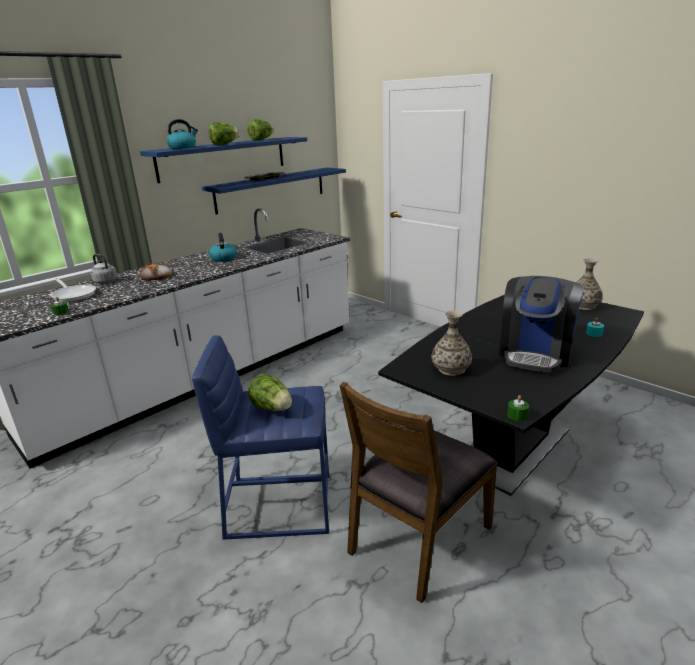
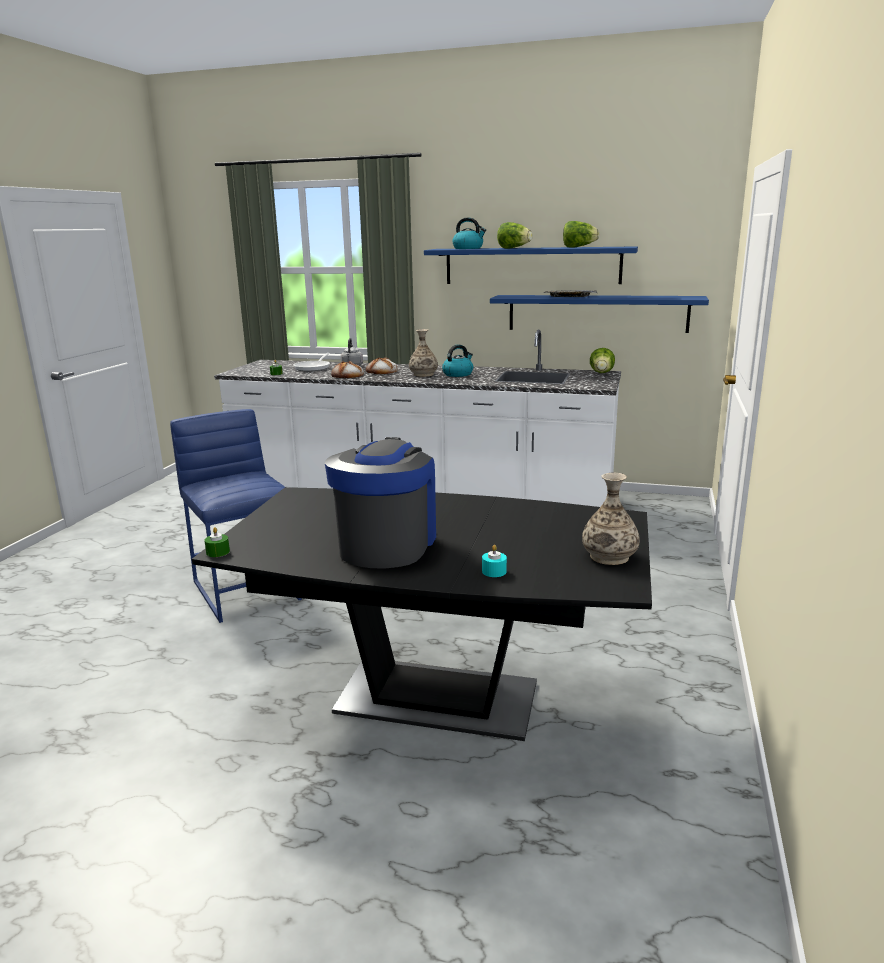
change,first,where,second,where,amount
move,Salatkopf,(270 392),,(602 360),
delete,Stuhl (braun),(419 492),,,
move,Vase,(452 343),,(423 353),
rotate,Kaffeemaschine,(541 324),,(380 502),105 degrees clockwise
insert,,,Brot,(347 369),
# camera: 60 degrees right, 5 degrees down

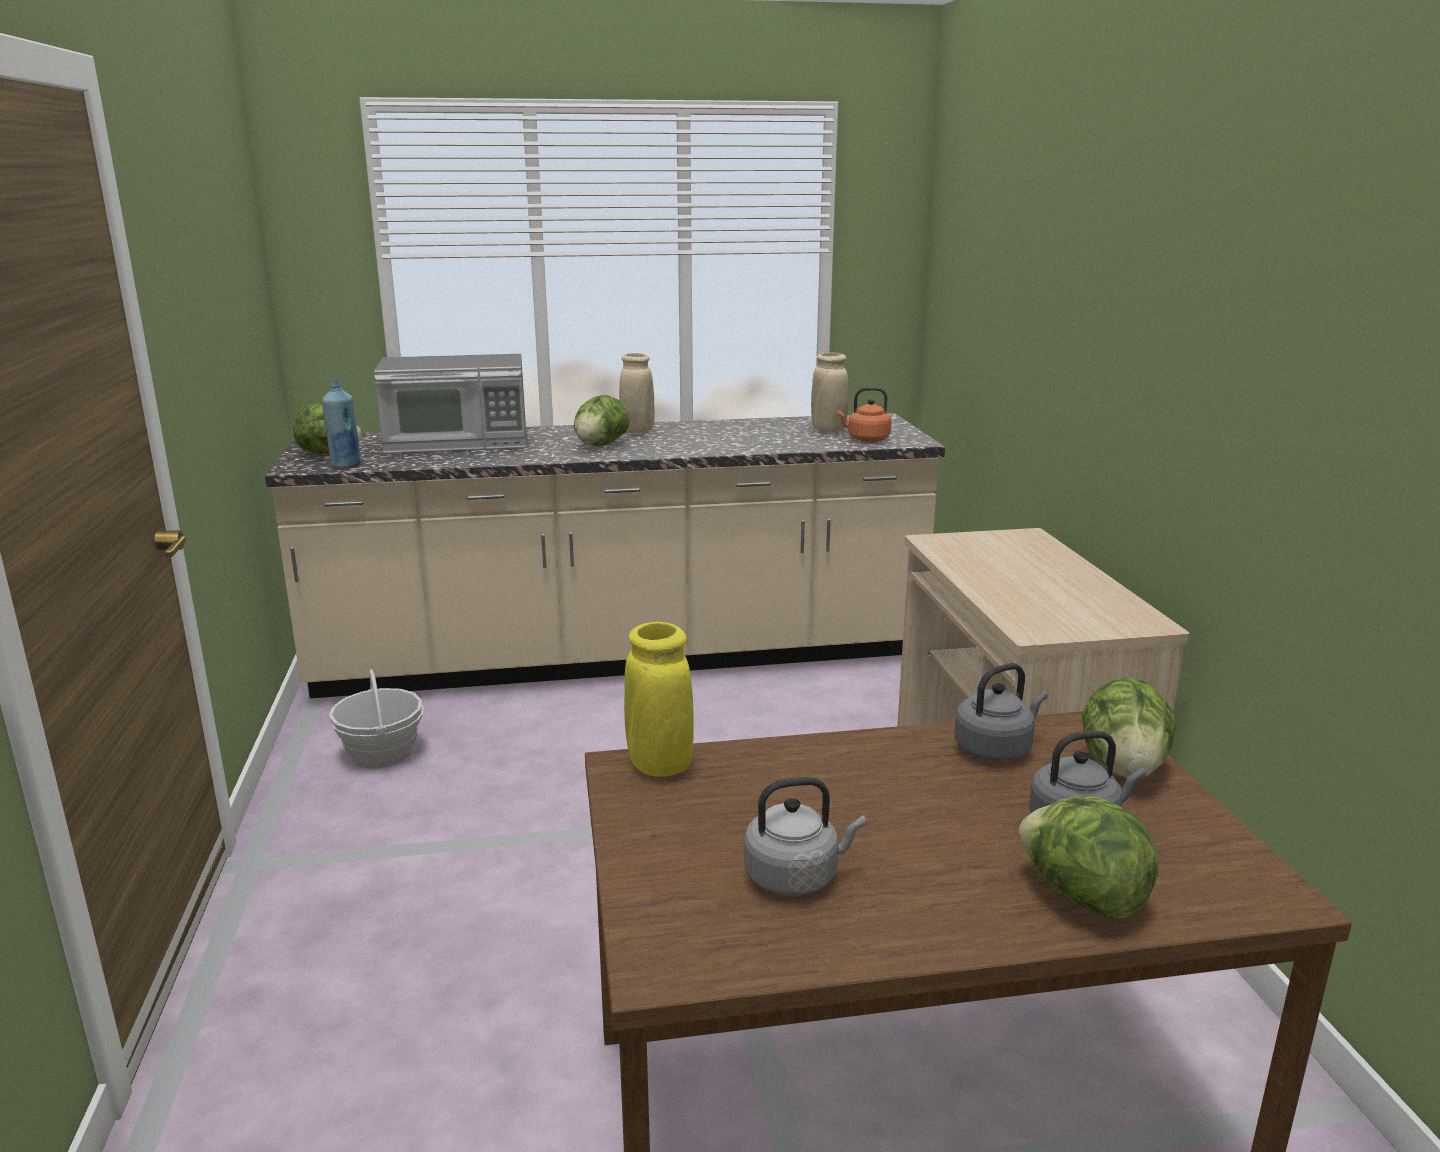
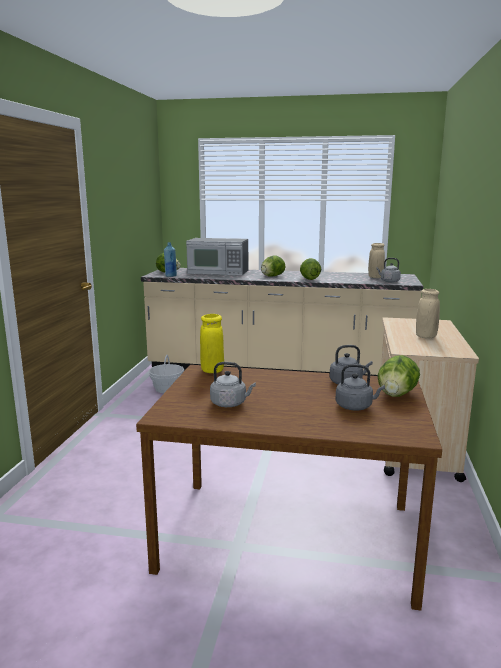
change,first,where,second,where,amount
move,Vase (beige),(637 393),,(428 313),
recolor,Wasserkessel (orange),(864 414),Wasserkessel (grau),(388 270),
move,Salatkopf,(1089 858),,(310 269),
# camera: 20 degrees right, 5 degrees down

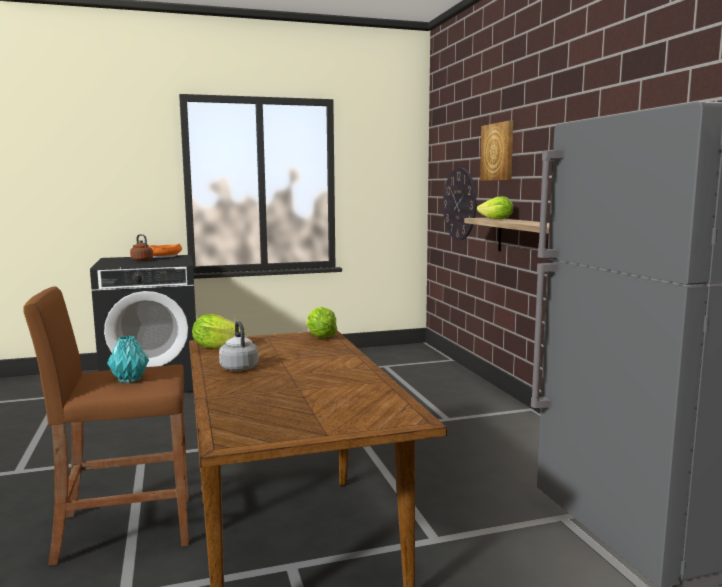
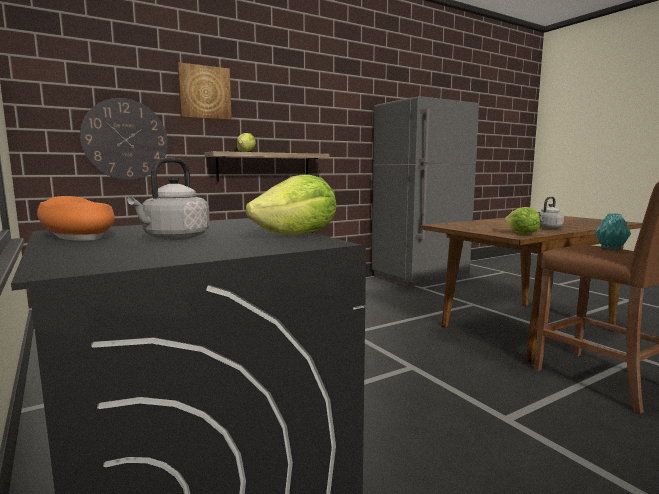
change,first,where,second,where,amount
recolor,Wasserkessel (braun),(141 247),Wasserkessel (grau),(168 199),
move,Salatkopf,(322 322),,(291 204),
# camera: 105 degrees left, 0 degrees up

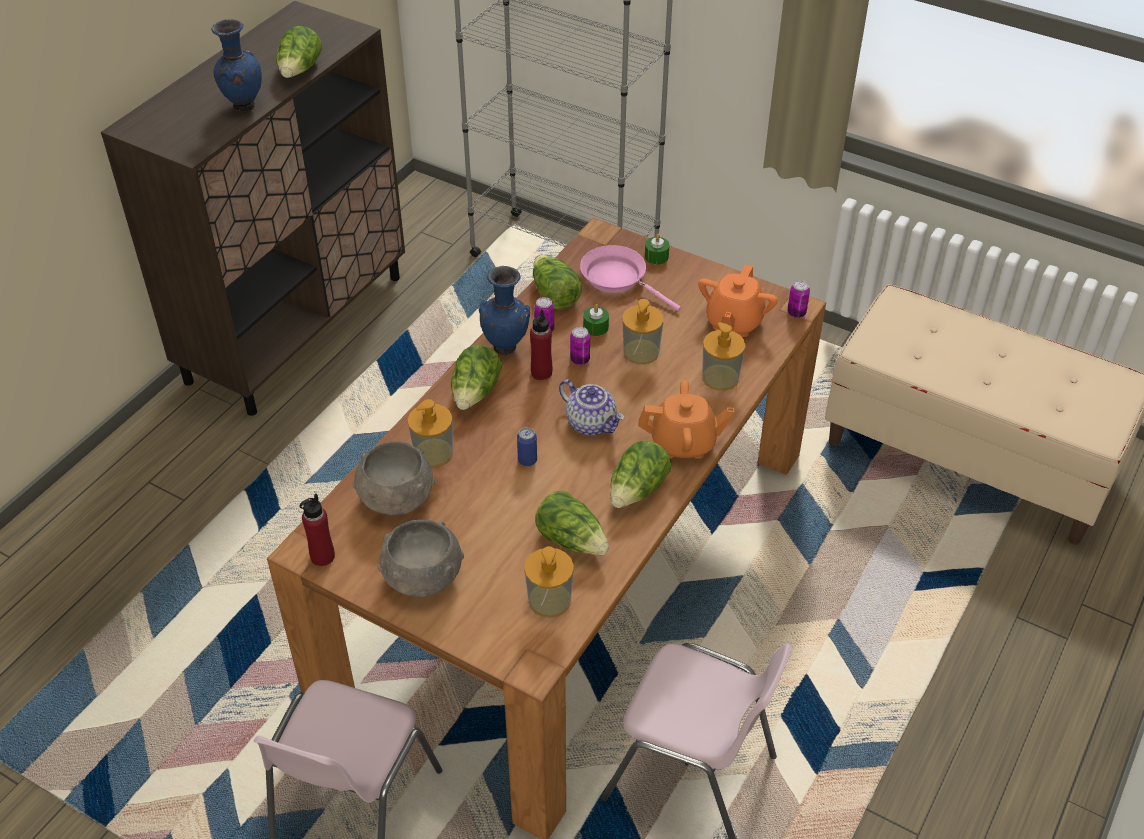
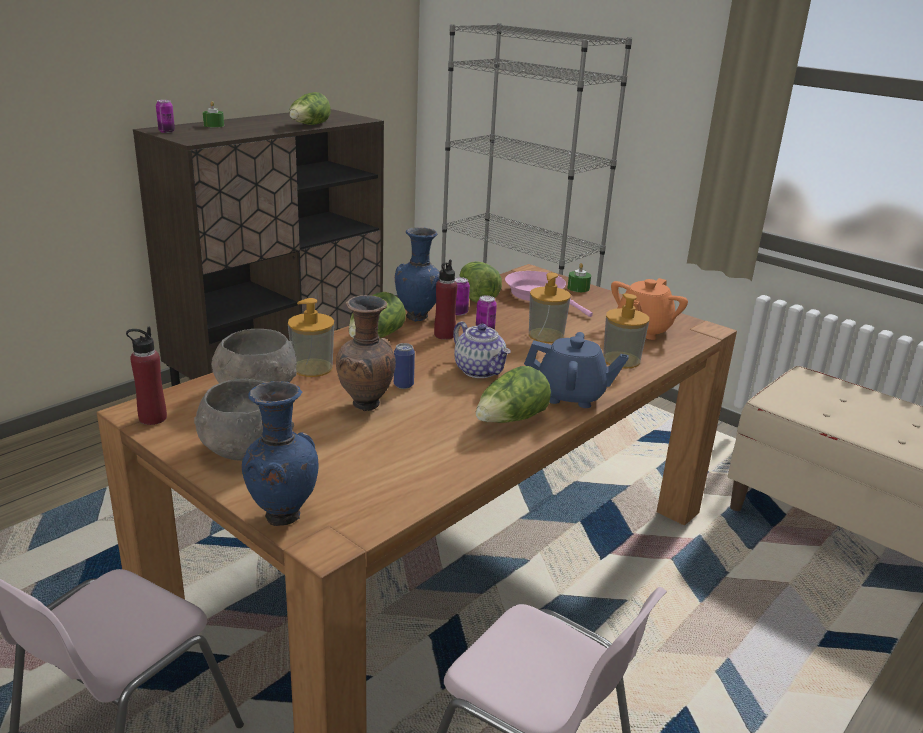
change,first,where,second,where,amount
move,Vase (blau),(236 65),,(280 453),
delete,Seifenspender,(549 582),,,
delete,Salatkopf,(572 523),,,
move,Kerze (grün),(596 320),,(213 114),
recolor,Teekanne (orange),(686 419),Teekanne (blau),(576 370),
move,Dose,(798 299),,(165 116),
insert,,,Vase (braun),(366 353),
# camera: 10 degrees right, 20 degrees down

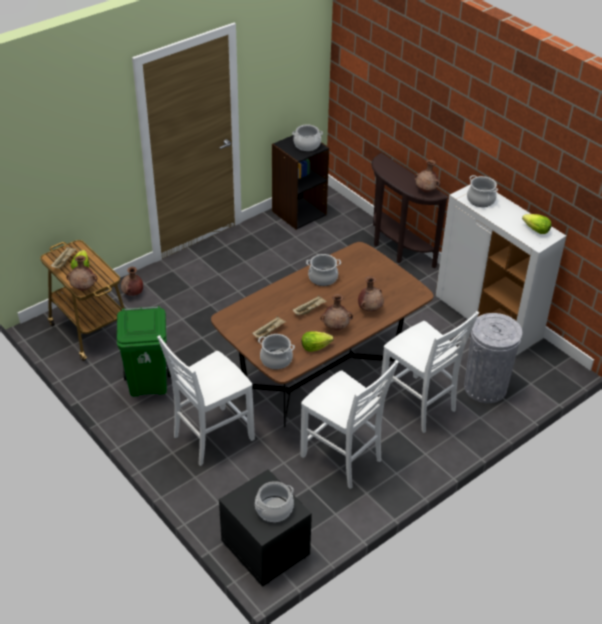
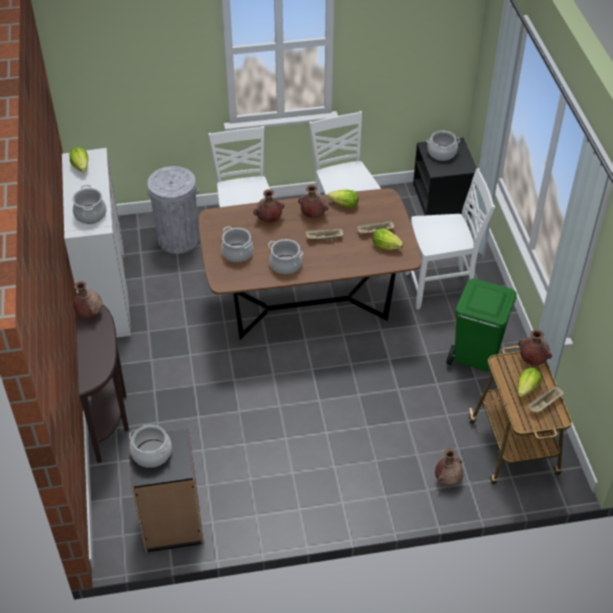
change,first,where,second,where,amount
move,Kochtopf,(276 352),,(237 244),
insert,,,Salatkopf,(388 239),
# camera: 150 degrees left, 5 degrees up

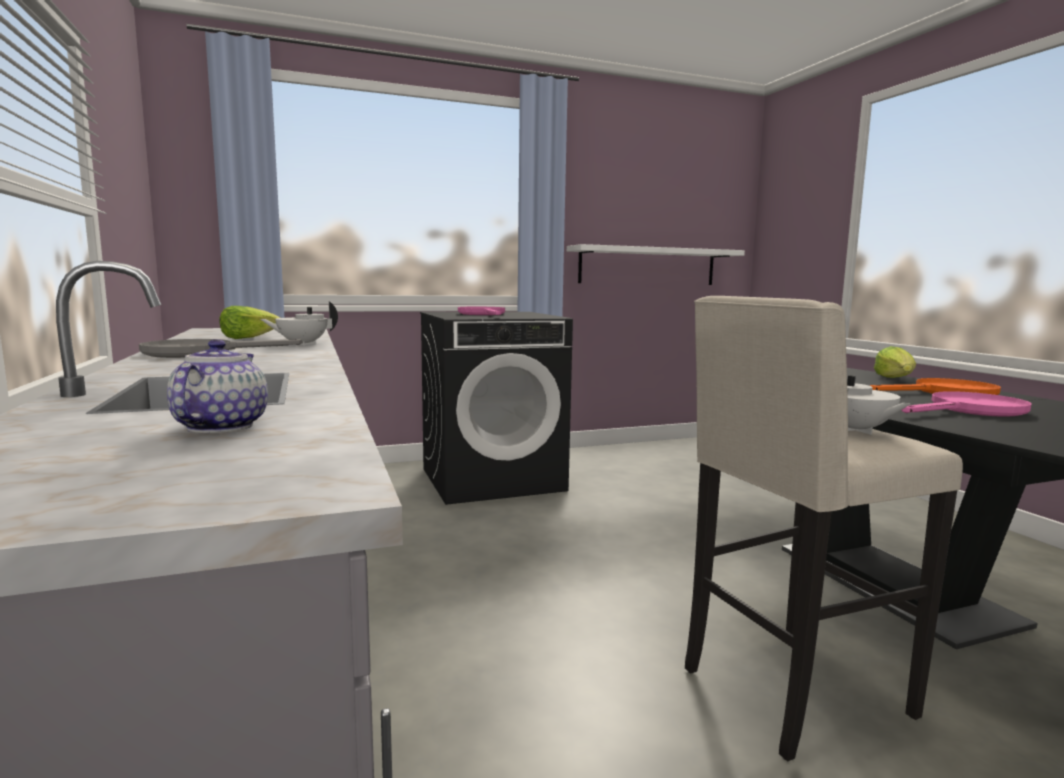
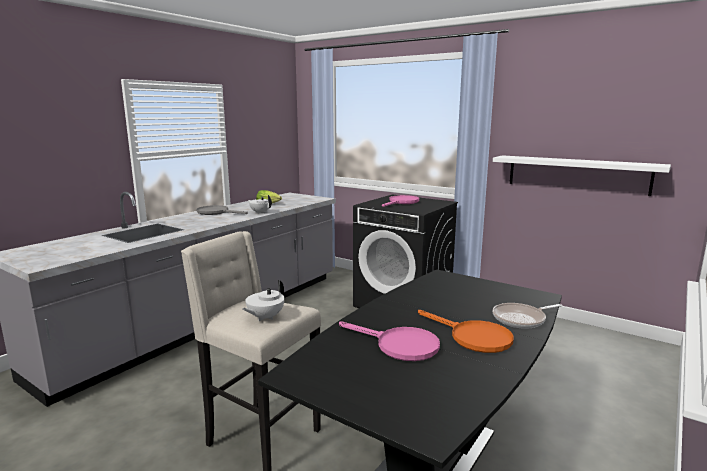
change,first,where,second,where,amount
delete,Teekanne,(217 386),,,
replace,Salatkopf,(895 362),Pfanne,(527 316),
# camera: 55 degrees right, 5 degrees up

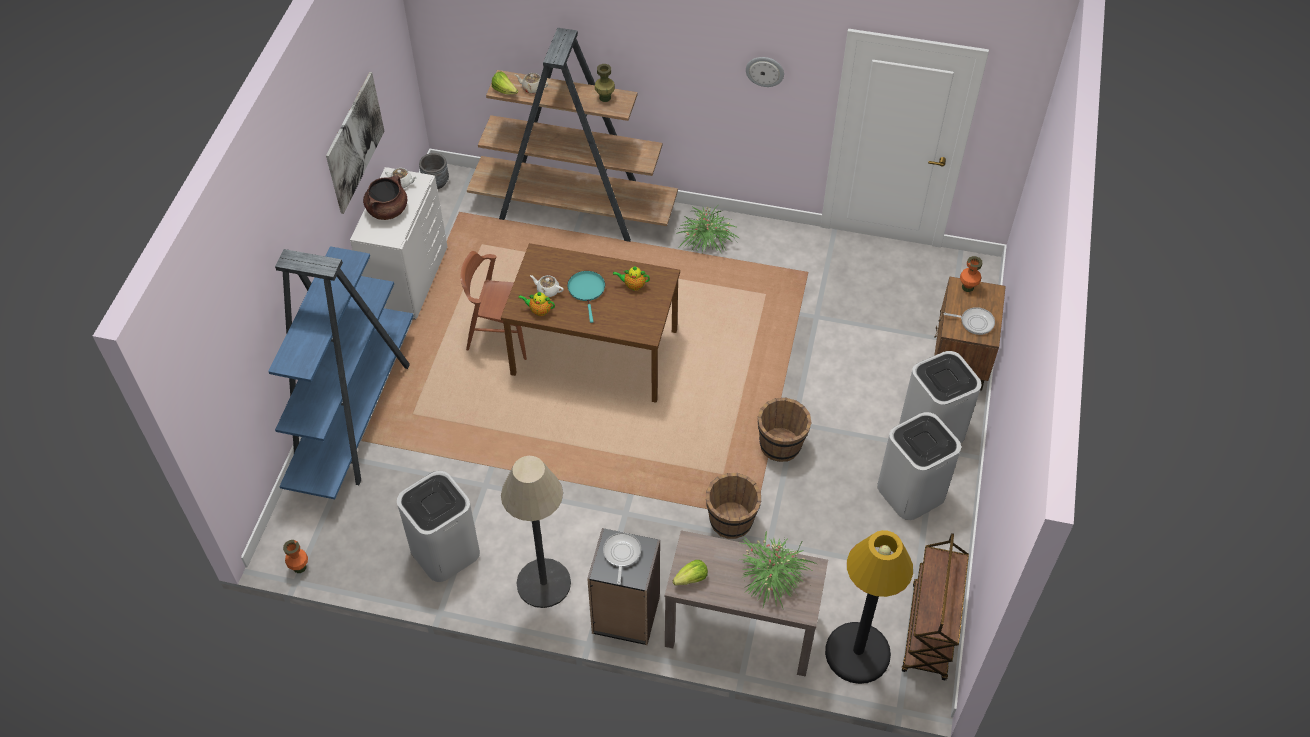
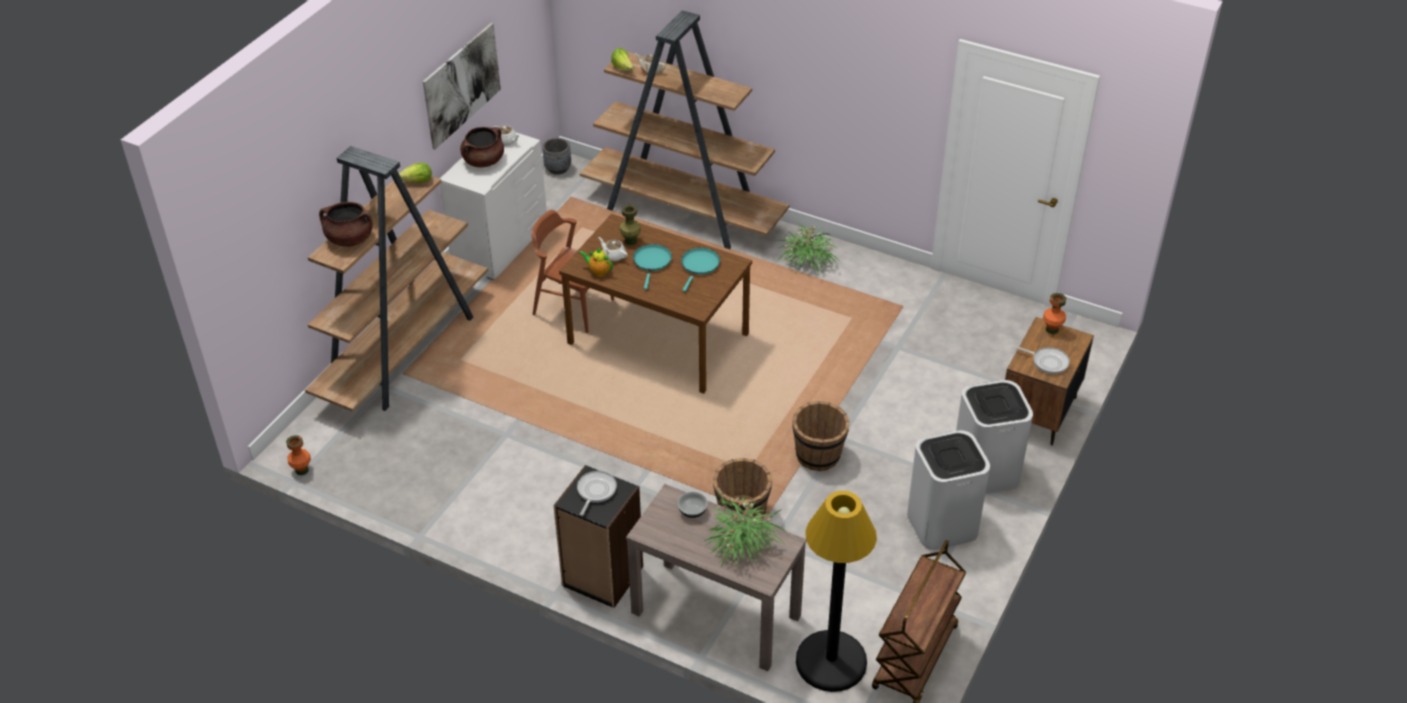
change,first,where,second,where,amount
recolor,Bücherregal (blau),(341 372),Bücherregal (braun),(396 279),
delete,Mülleimer (weiß),(438 526),,,
delete,Stehlampe,(536 532),,,
move,Vase (grün),(605 83),,(630 225),
replace,Teekanne,(631 278),Pfanne (türkis),(700 270),
move,Salatkopf,(690 573),,(415 173),
delete,Wanduhr,(765 72),,,
insert,,,Kochtopf (braun),(346 224),
insert,,,Schüssel,(693 505),
# camera: 15 degrees right, 10 degrees down

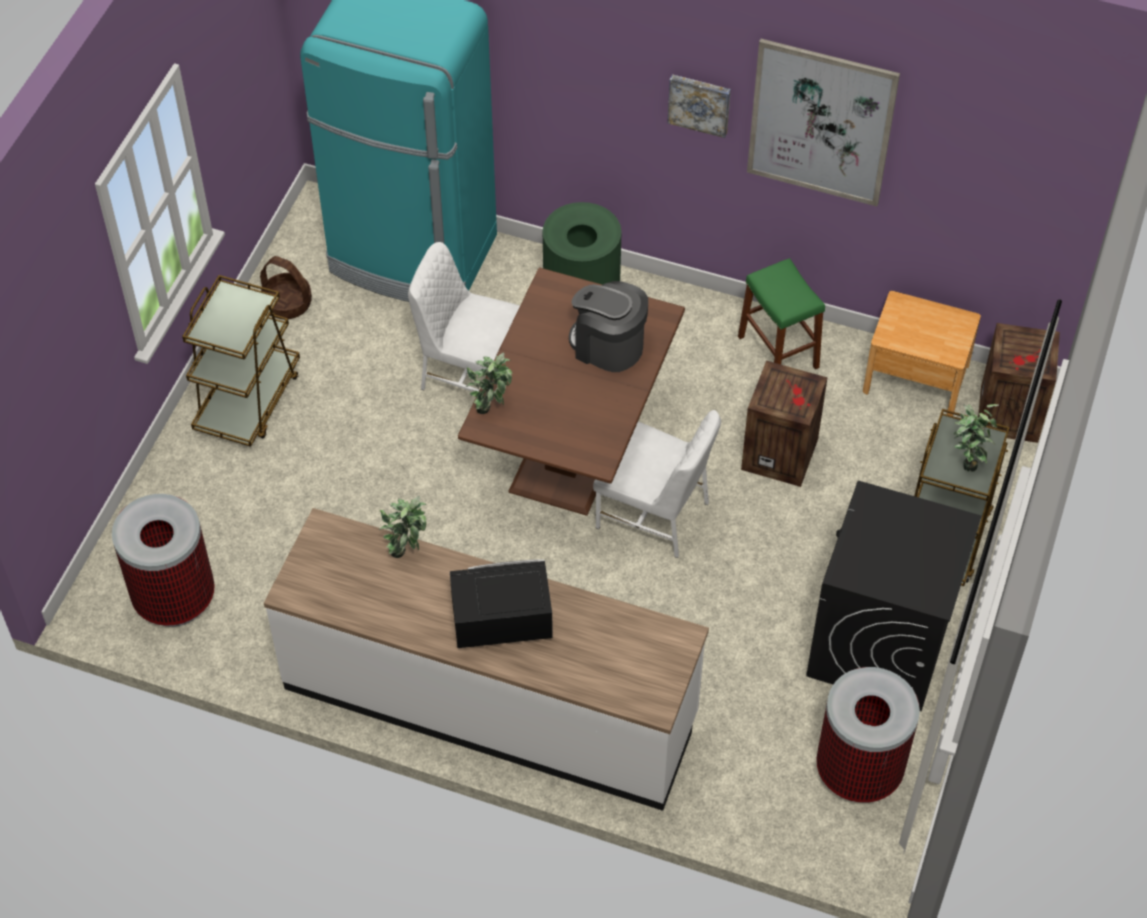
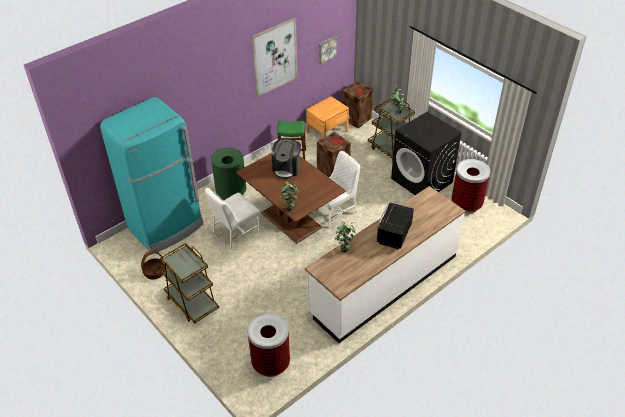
change,first,where,second,where,amount
rotate,Kaffeemaschine,(608 326),,(286 159),45 degrees counterclockwise
move,Bild,(699 106),,(328 50),
# camera: 60 degrees left, 10 degrees down

